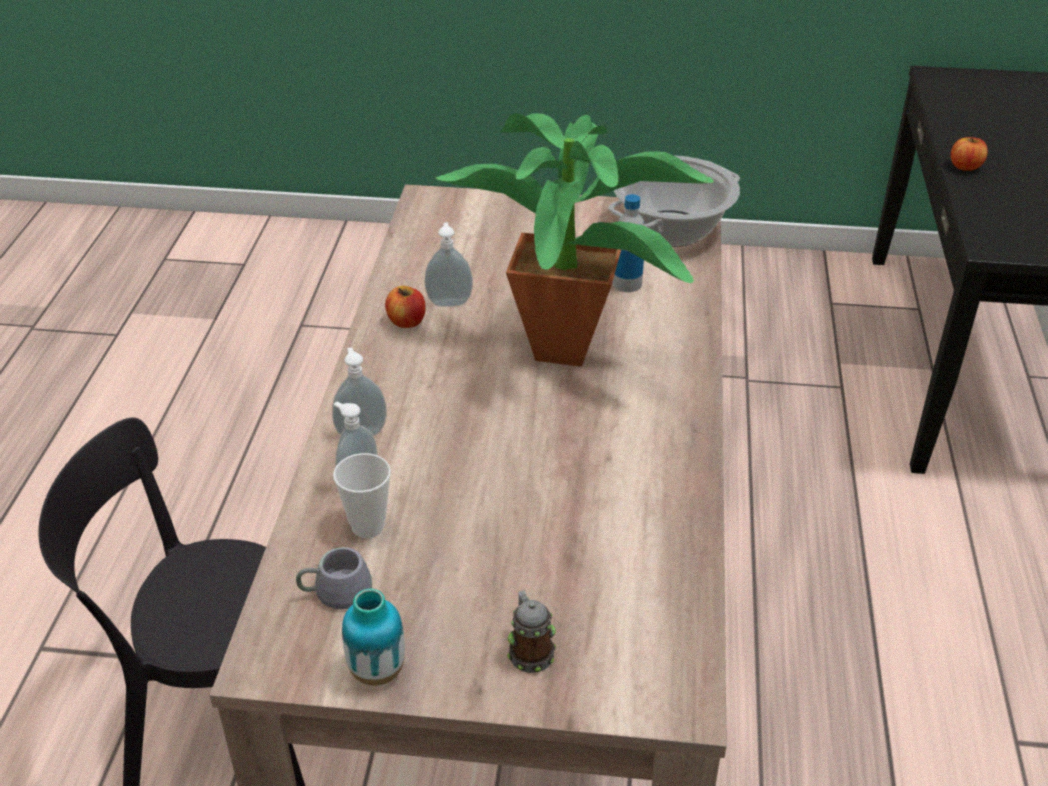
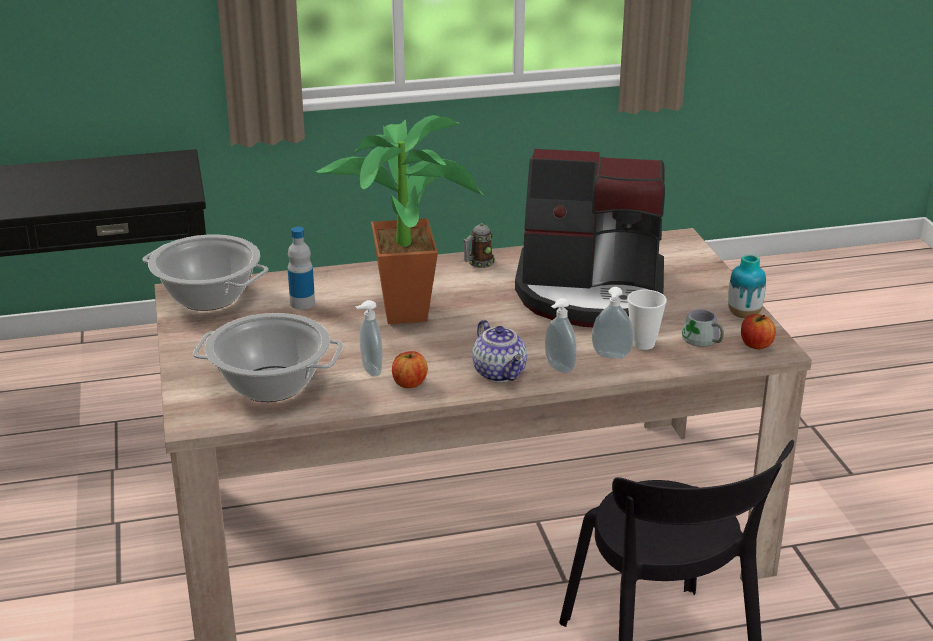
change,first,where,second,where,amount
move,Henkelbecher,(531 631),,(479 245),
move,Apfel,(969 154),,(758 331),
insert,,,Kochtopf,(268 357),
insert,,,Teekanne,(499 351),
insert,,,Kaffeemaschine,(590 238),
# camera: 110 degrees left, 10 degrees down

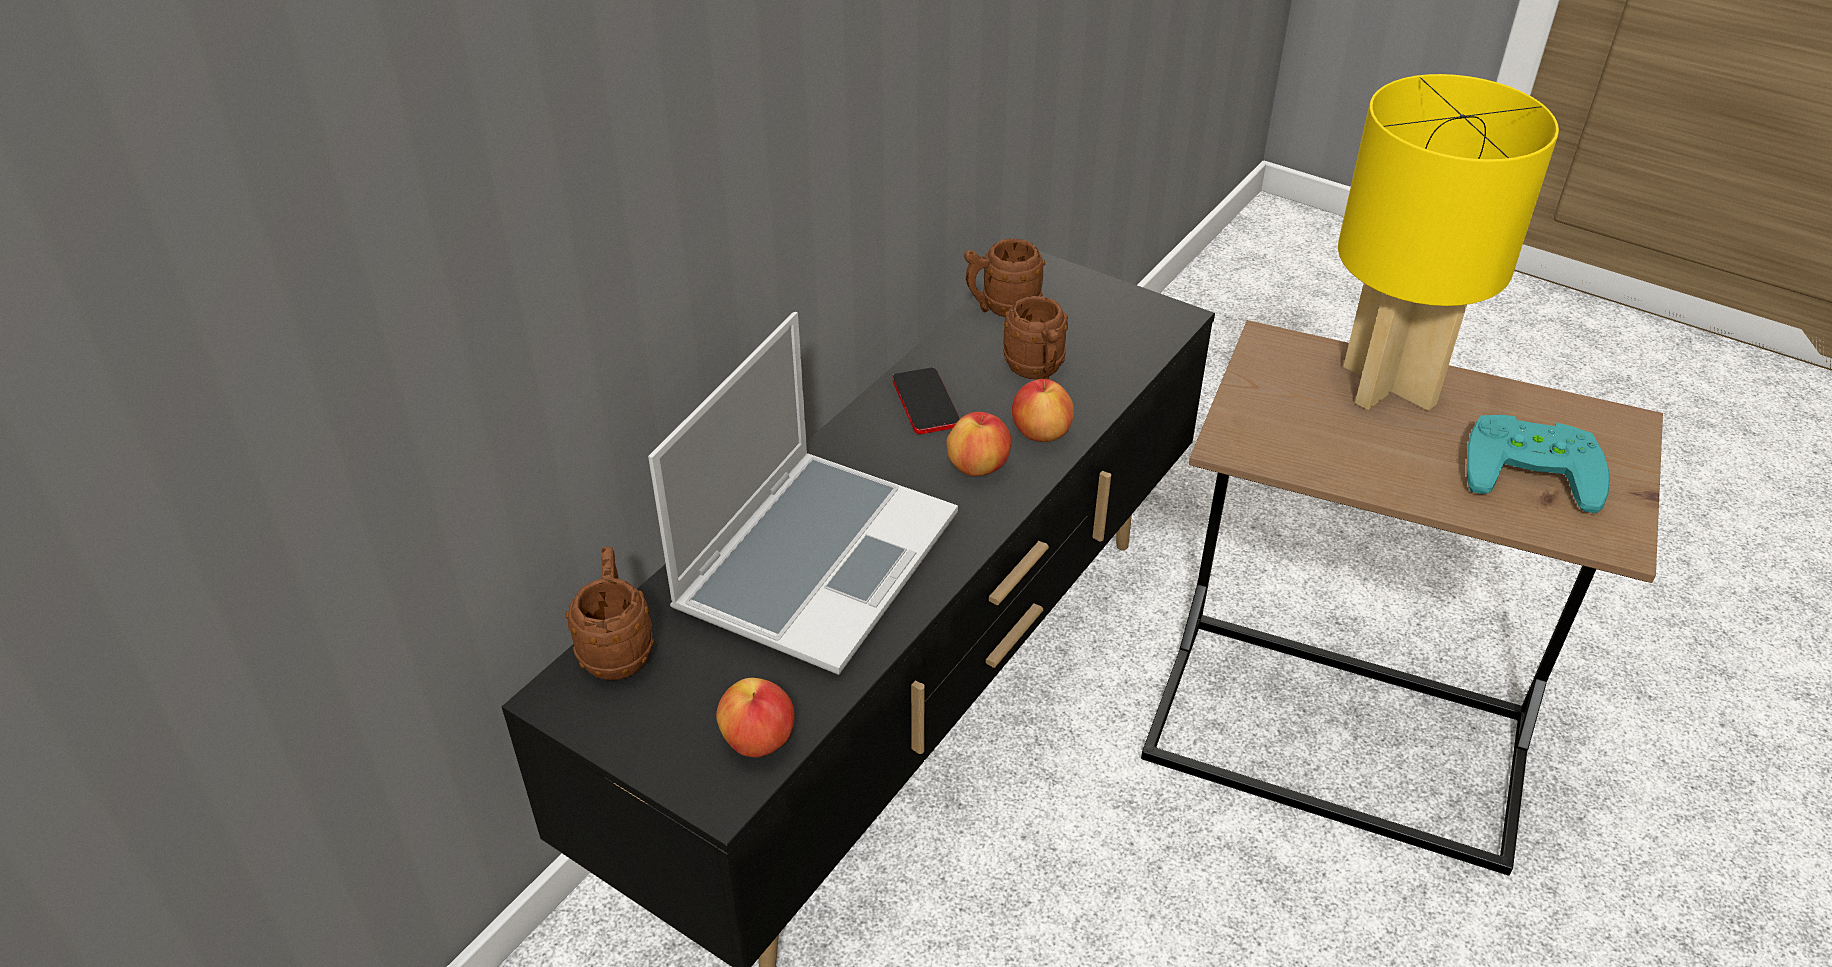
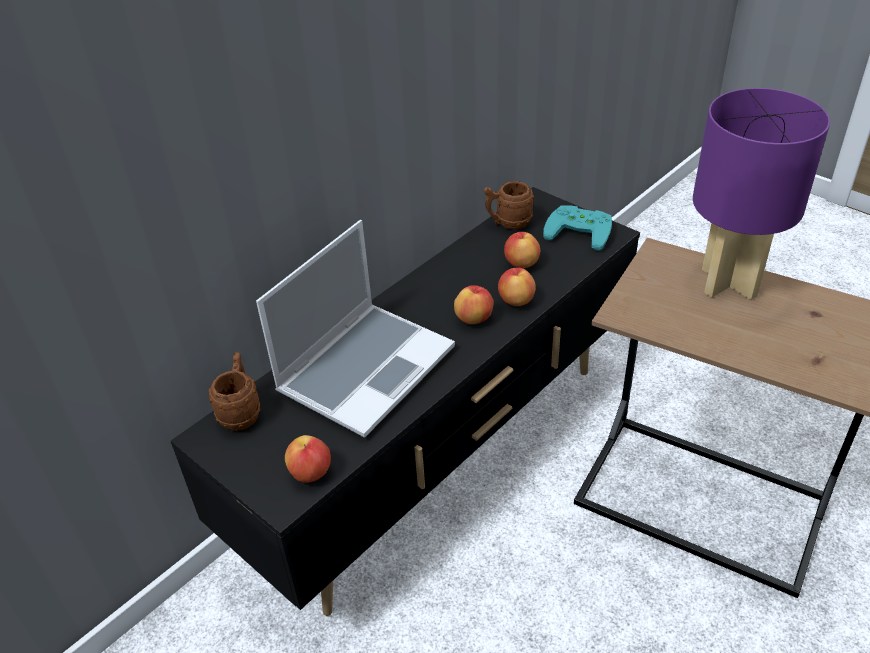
change,first,where,second,where,amount
delete,Handy,(926 401),,,
replace,Henkelbecher (braun),(1035 337),Apfel,(522 250),
recolor,Tischlampe (gelb),(1448 242),Tischlampe (lila),(761 194),
move,Gamepad (türkis),(1538 464),,(577 228),
# camera: 10 degrees right, 0 degrees up

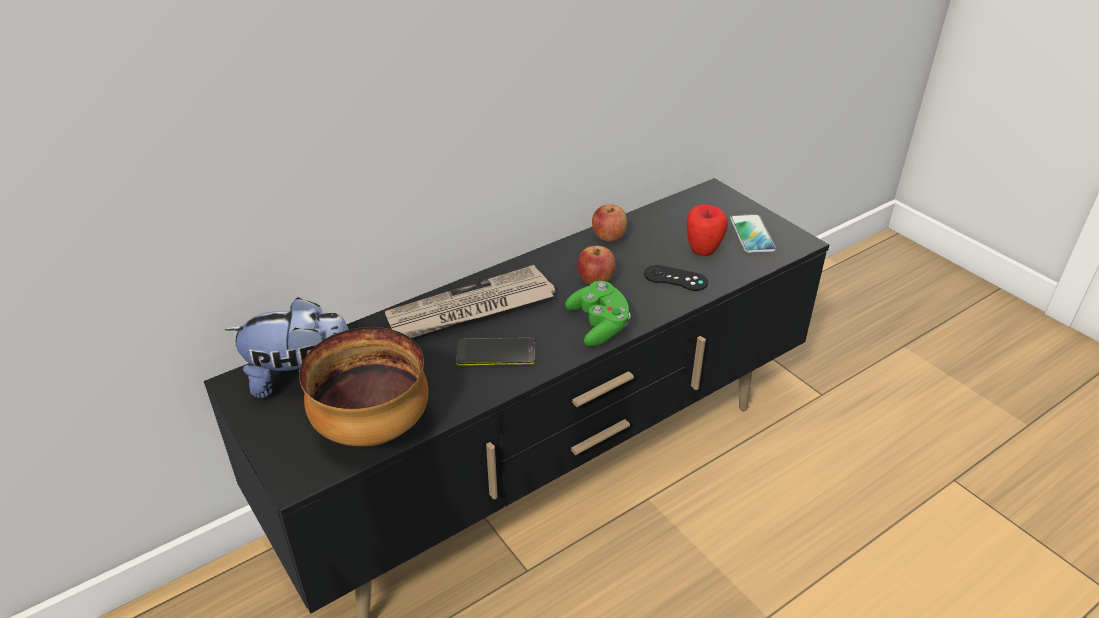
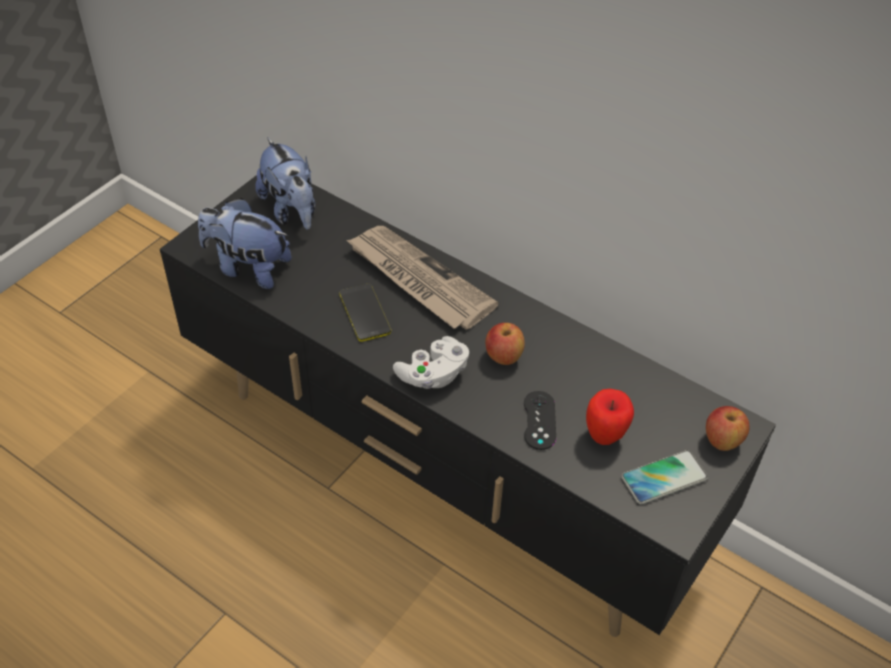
change,first,where,second,where,amount
replace,Schüssel,(364 387),Plüschtier,(244 243),
recolor,Gamepad (grün),(598 313),Gamepad (weiß),(431 362),
move,Apfel,(609 223),,(728 428),
# camera: 70 degrees right, 10 degrees up

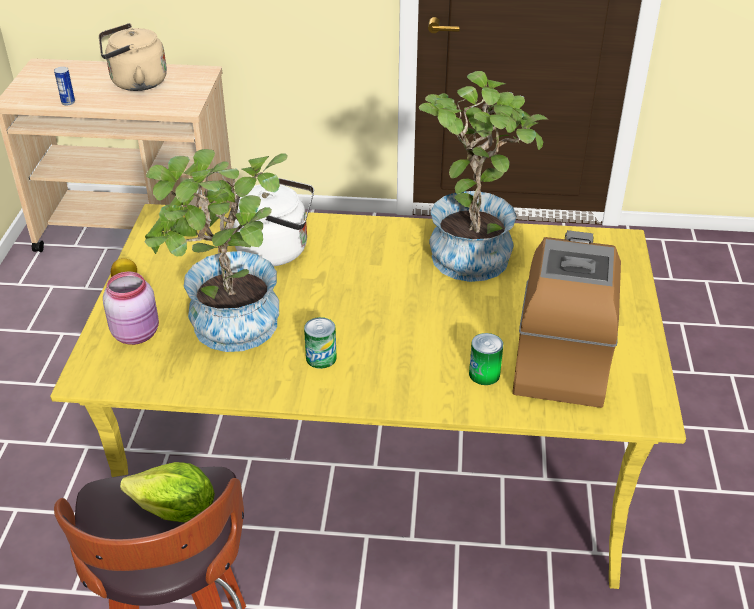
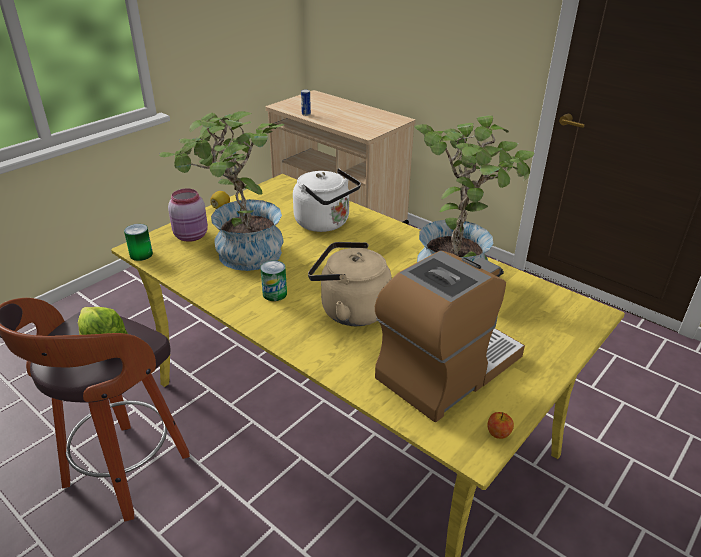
change,first,where,second,where,amount
move,Wasserkessel (beige),(133 57),,(350 284),
move,Dose,(486 359),,(138 242),
insert,,,Apfel,(500 425),
# camera: 35 degrees right, 5 degrees down

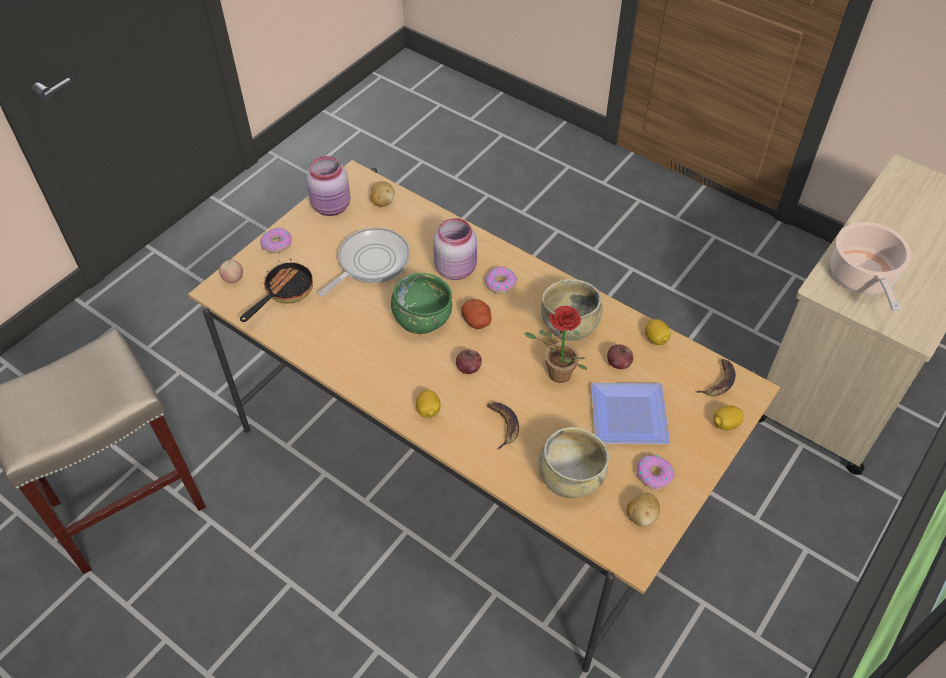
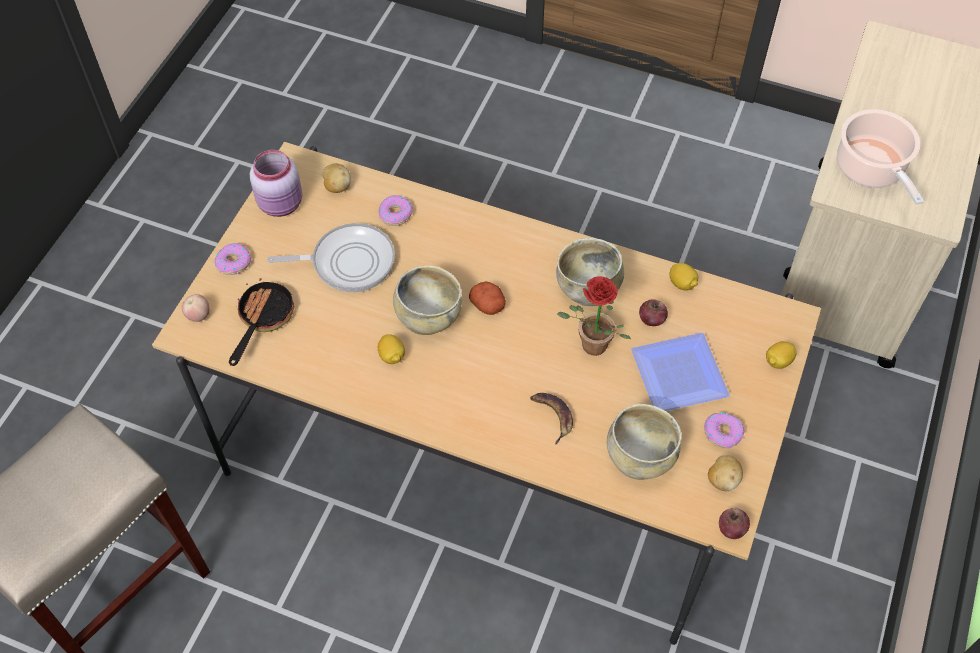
change,first,where,second,where,amount
rotate,Pfanne,(364 261),,(331 257),60 degrees clockwise
recolor,Schüssel (grün),(421 303),Schüssel (beige),(427 300),
move,Zitrone,(428 404),,(391 349),
delete,Vorratsglas (rosa),(455 249),,,
move,Apfel,(469 361),,(734 523),
move,Donut,(501 280),,(395 210),
delete,Banane,(715 377),,,
# camera: 15 degrees left, 5 degrees up

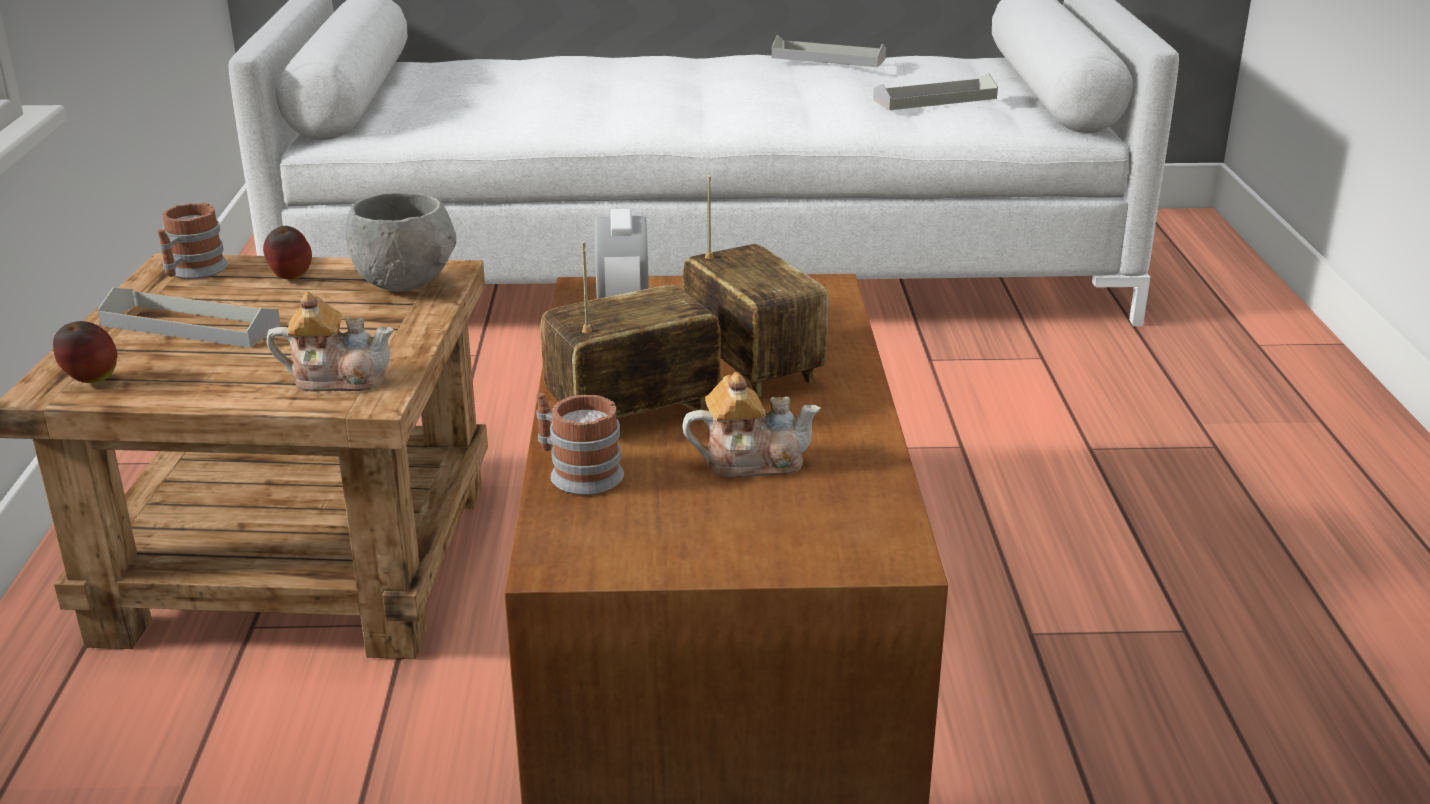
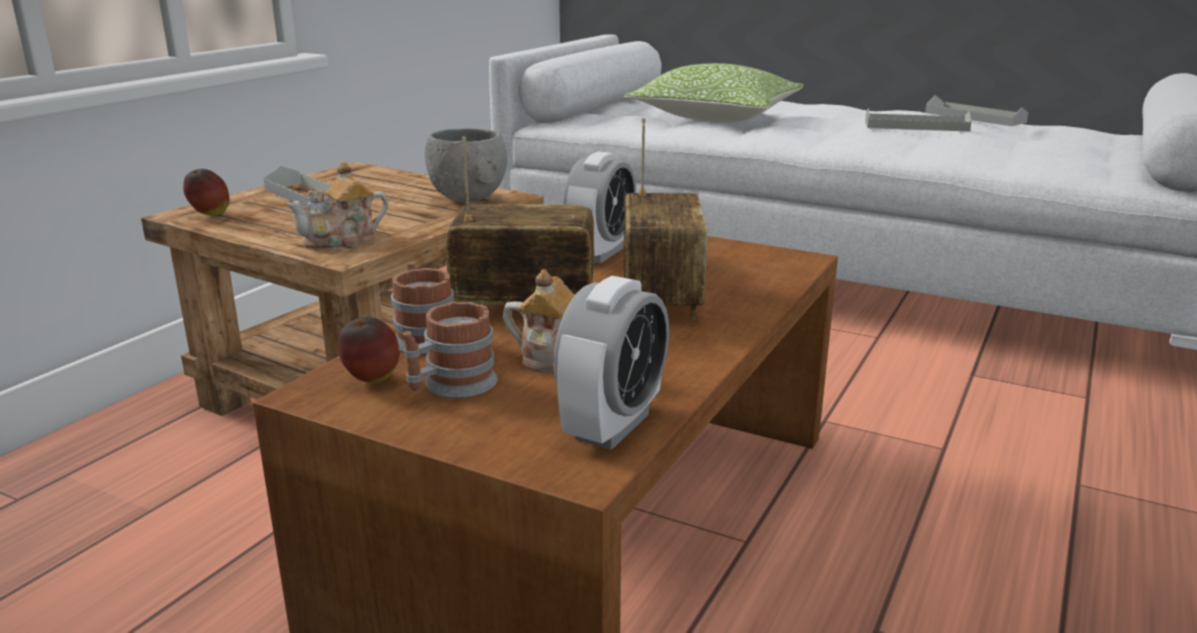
change,first,where,second,where,amount
move,Henkelbecher,(193 241),,(450 349),
move,Apfel,(287 253),,(368 350),
rotate,Teekanne,(330 342),,(337 205),120 degrees clockwise
move,Tablett (grau),(935 91),,(918 120),
insert,,,Wecker,(611 363),
insert,,,Kissen,(714 92),
# camera: 30 degrees right, 5 degrees down

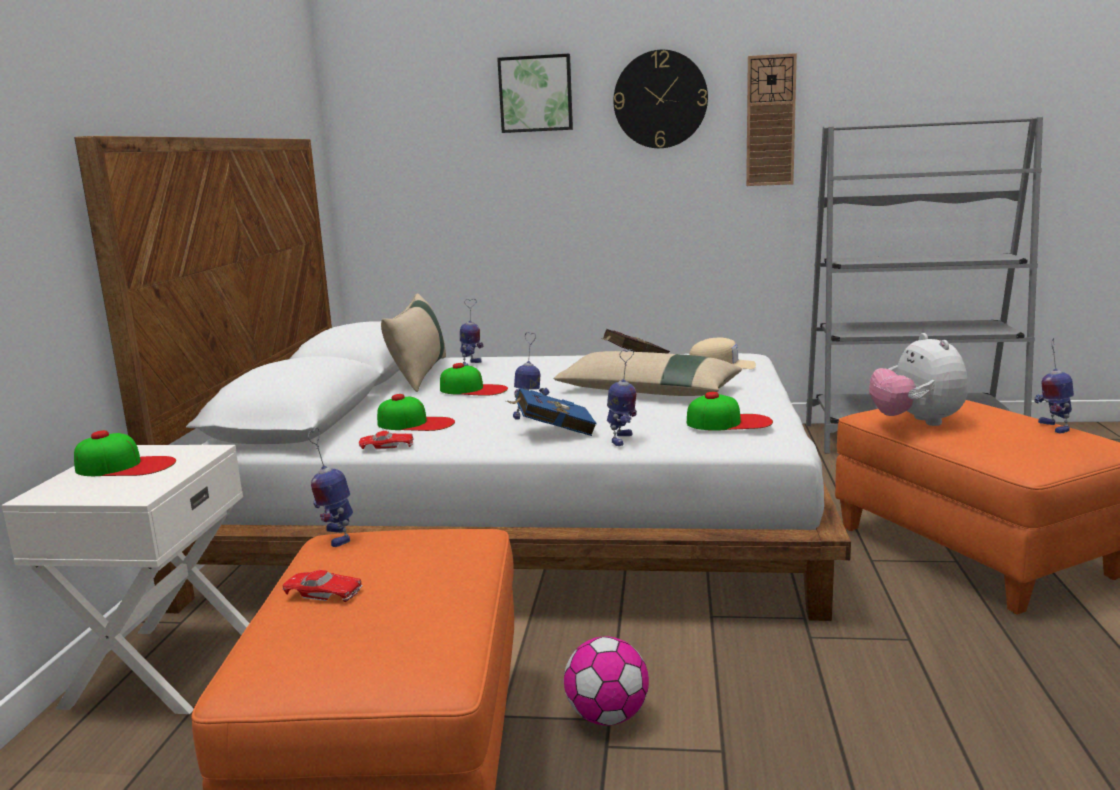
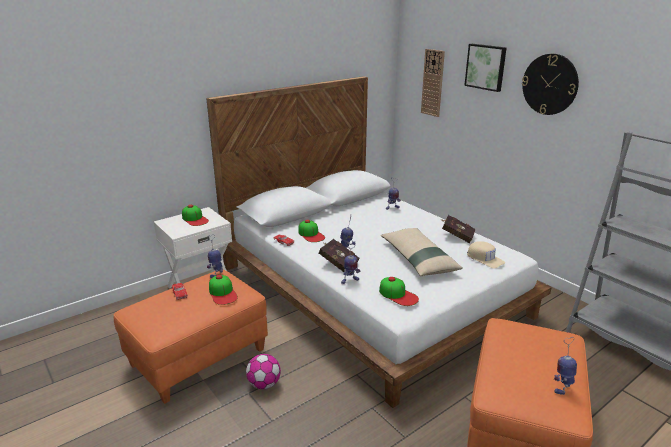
change,first,where,second,where,amount
delete,Kissen (beige),(413 342),,,
move,Kappe,(474 379),,(223 290),
recolor,Buch (blau),(551 412),Buch (rot),(339 255),
move,Wanduhr,(771 119),,(433 83),
delete,Plüschtier,(918 379),,,
# camera: 45 degrees right, 10 degrees up

